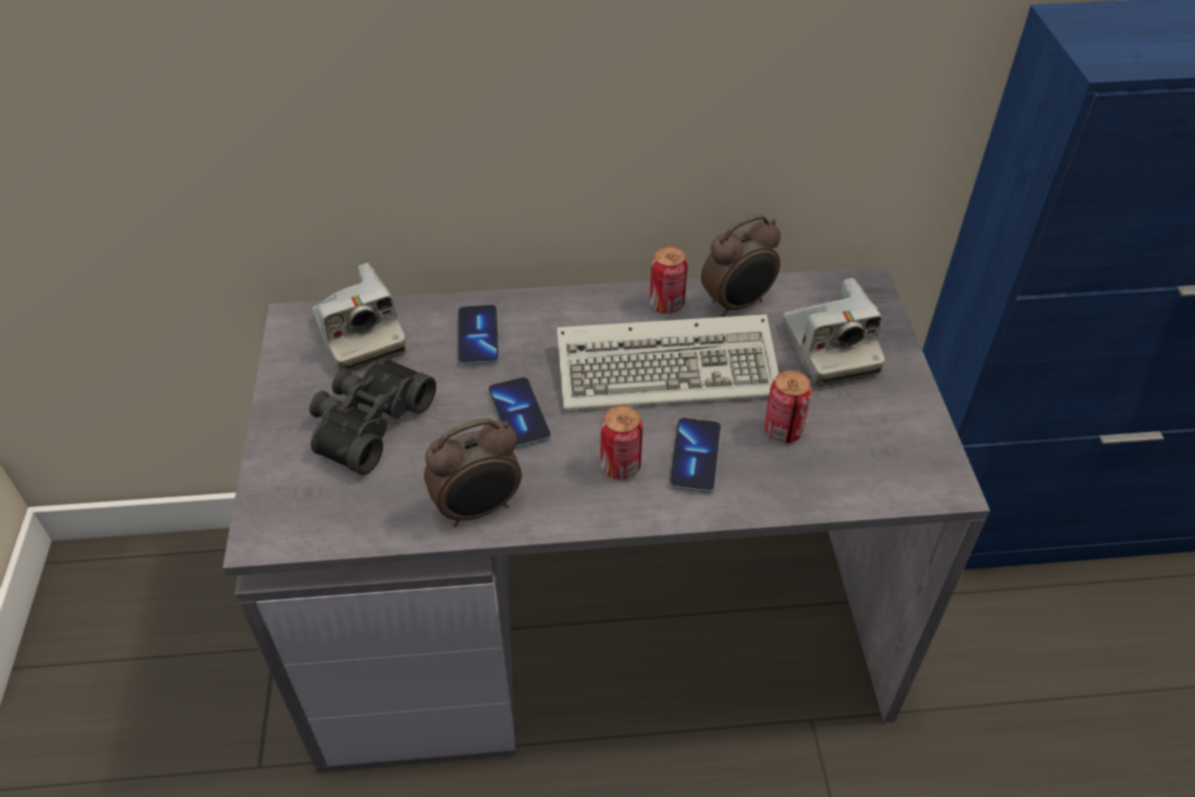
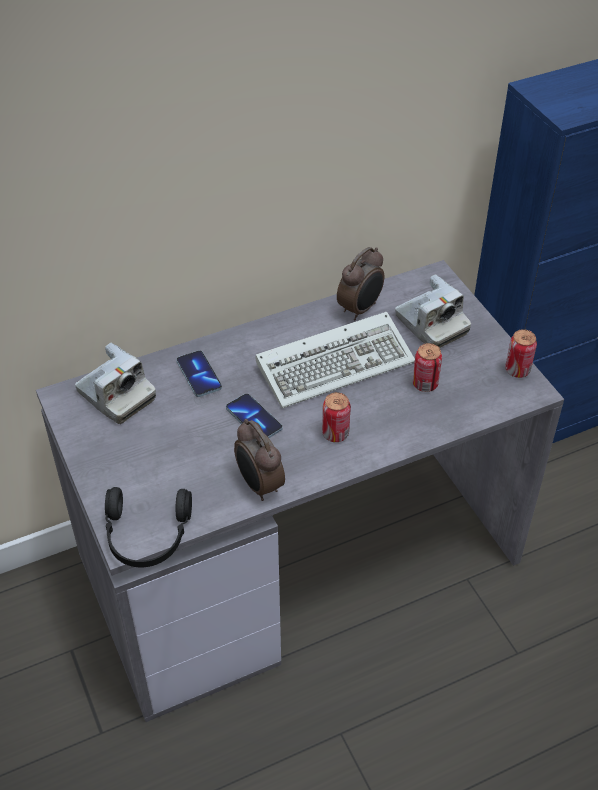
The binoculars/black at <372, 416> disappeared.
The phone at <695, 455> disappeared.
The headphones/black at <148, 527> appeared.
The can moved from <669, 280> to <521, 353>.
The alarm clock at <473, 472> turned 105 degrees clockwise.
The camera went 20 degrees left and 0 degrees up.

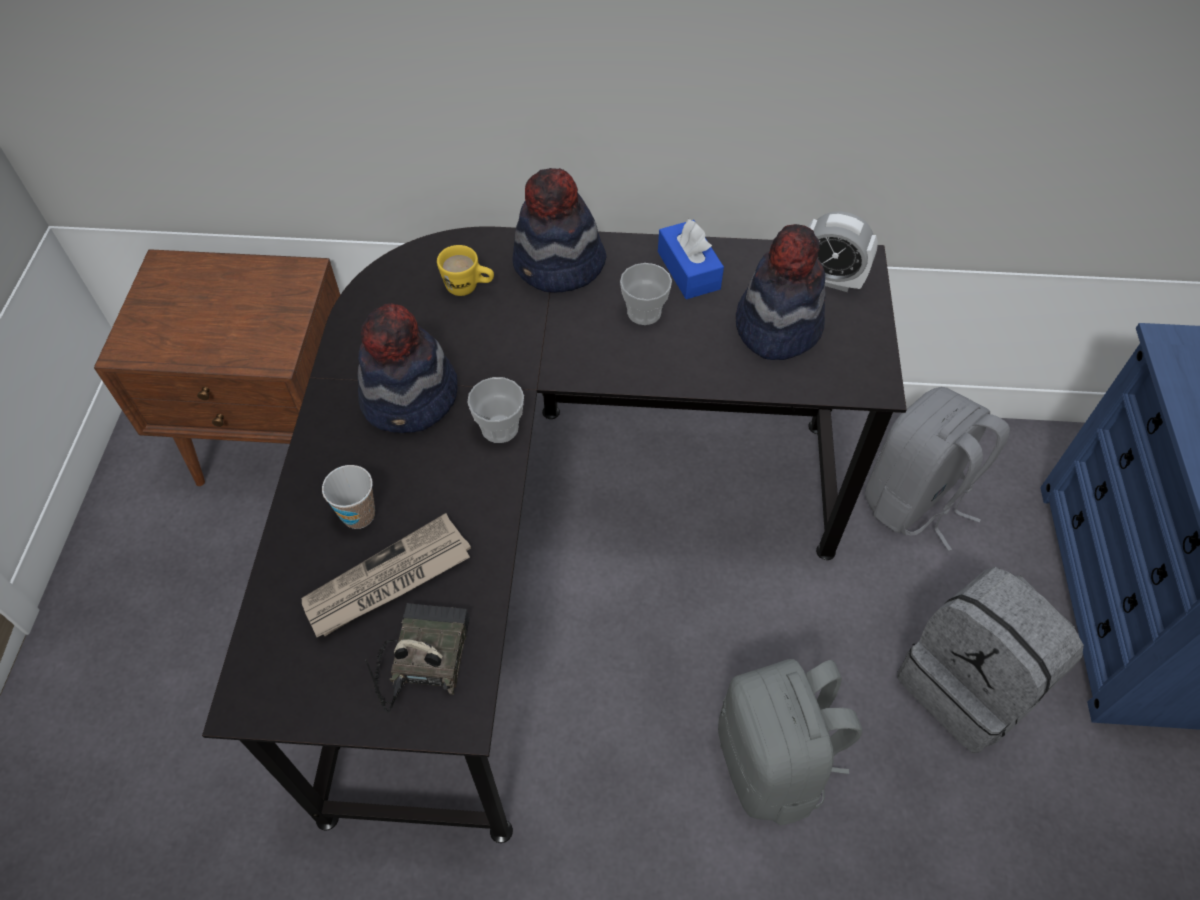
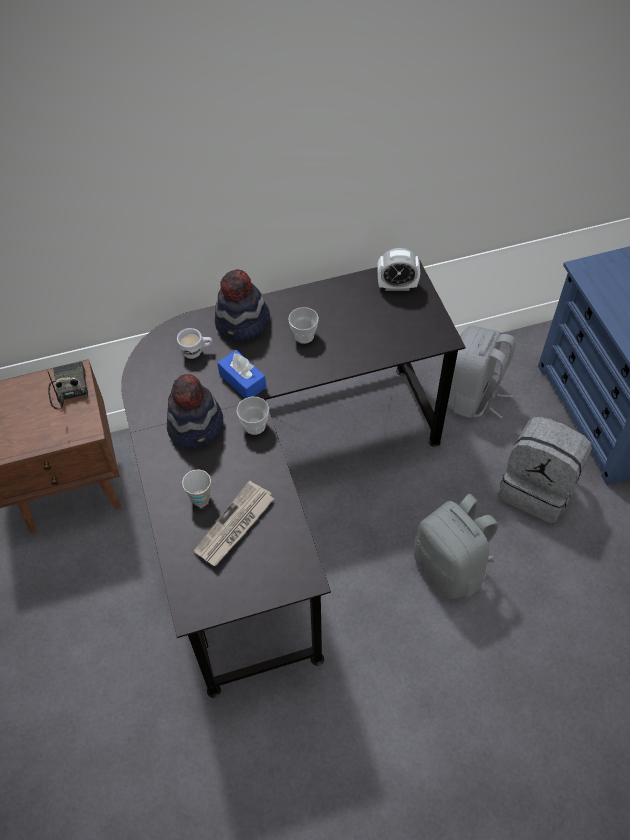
The hat at <781, 292> disappeared.
The radio moved from <417, 657> to <67, 385>.
The tissue box/blue moved from <691, 259> to <241, 374>.
The mug/yellow at <465, 270> became the mug/white at <194, 343>.
The camera went 20 degrees left and 0 degrees up.

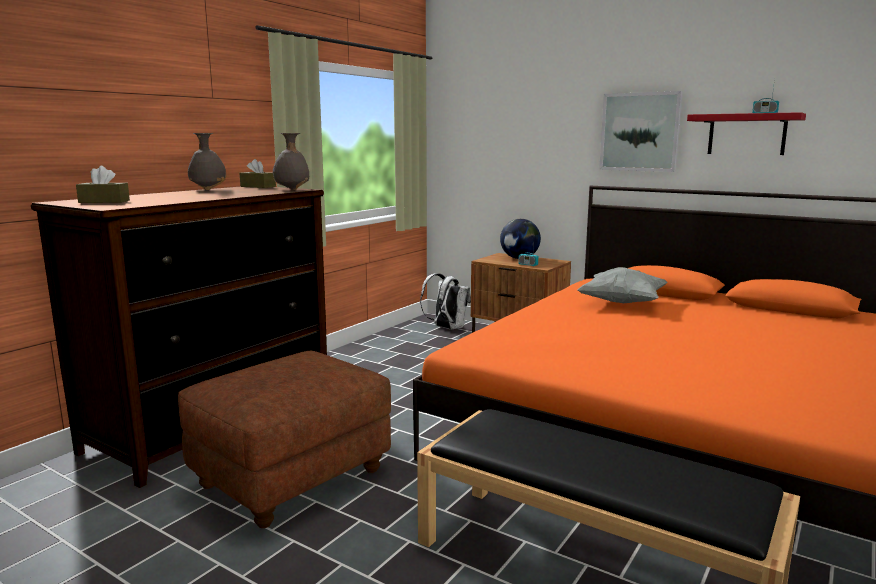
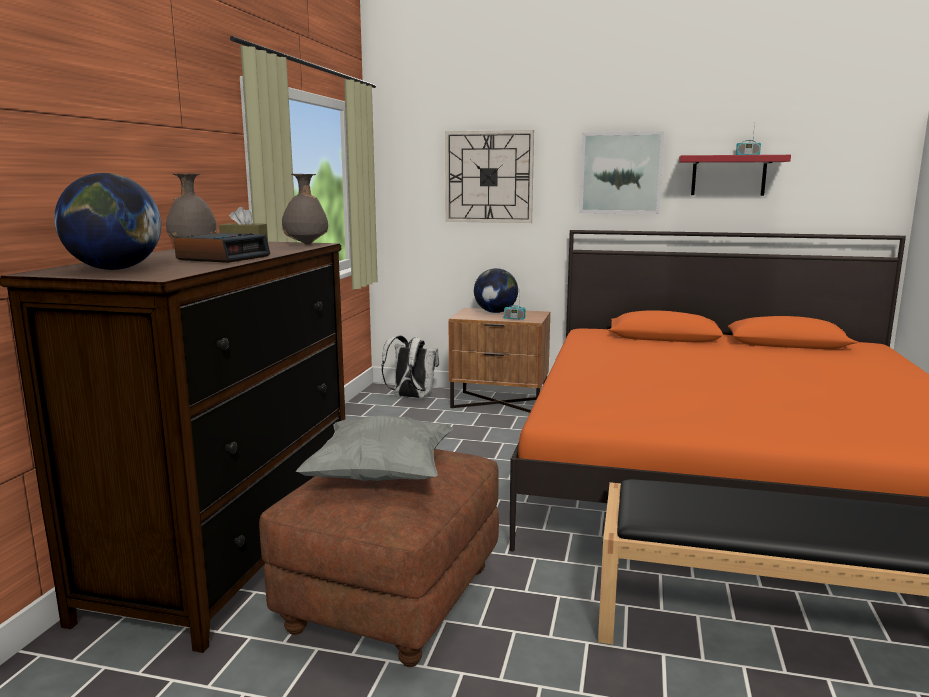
The alarm clock at <222, 248> appeared.
The wall clock at <489, 176> appeared.
The pillow/grey moved from <623, 285> to <374, 448>.
The tissue box/brown at <103, 184> was replaced by the globe at <107, 221>.
The camera went 20 degrees left and 0 degrees up.

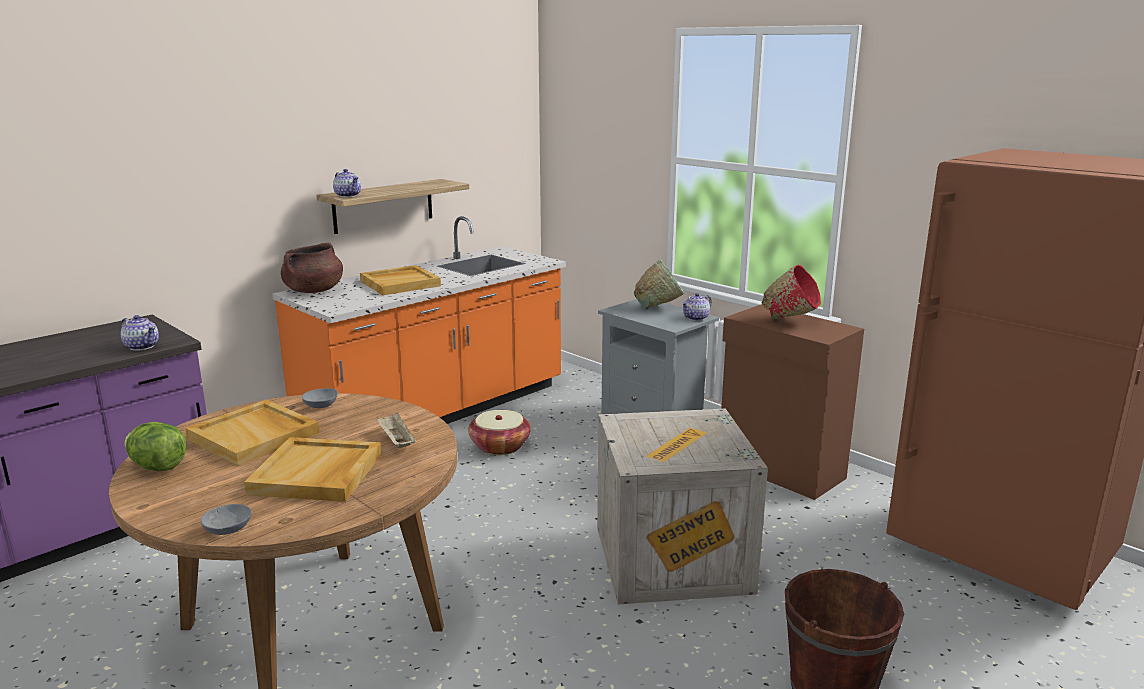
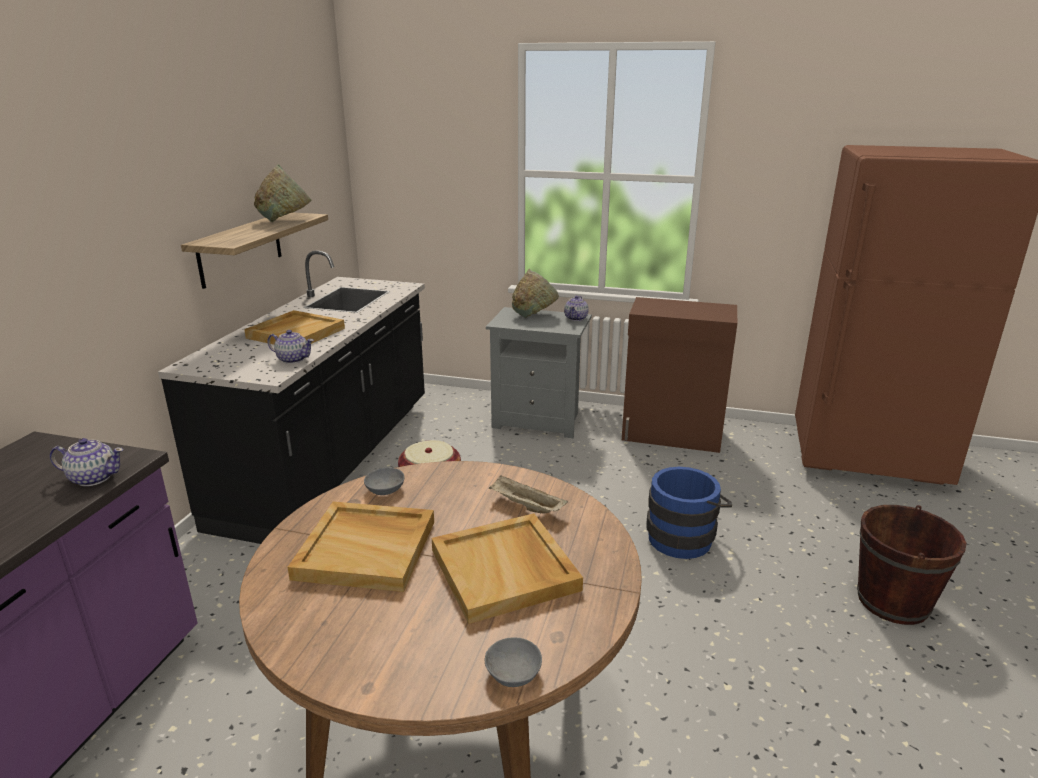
The lettuce at <155, 446> disappeared.
The cooking pot/brown at <312, 268> disappeared.
The bowl/red at <791, 292> disappeared.
The bowl/green at <283, 193> appeared.
The teapot moved from <347, 183> to <290, 347>.
The crate at <682, 506> was replaced by the bucket/blue at <689, 513>.
The counter/orange at <419, 320> became the counter/black at <291, 397>.
The camera went 30 degrees left and 5 degrees up.

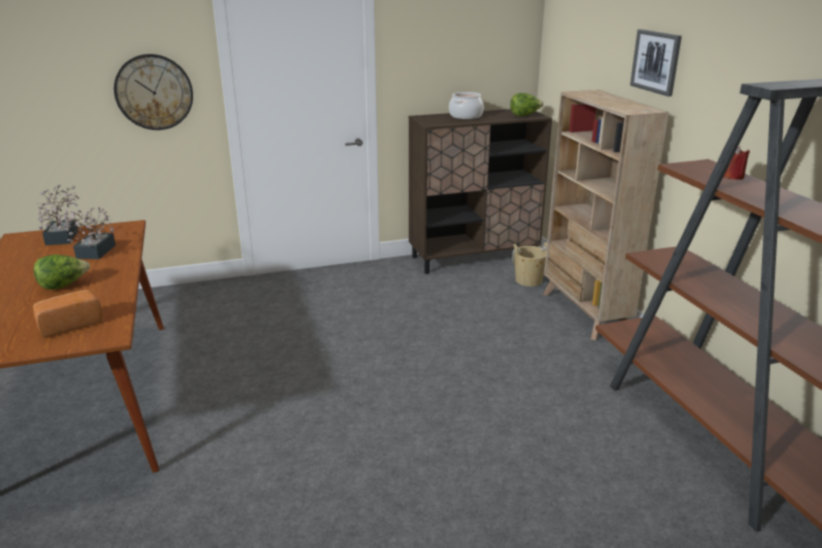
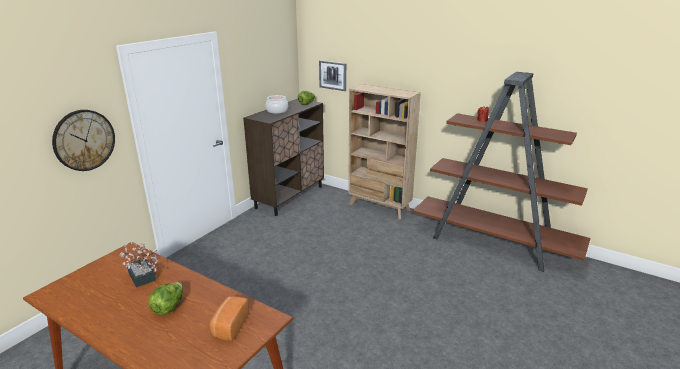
The potted plant at <58, 214> disappeared.
The bucket/beige at <529, 264> disappeared.
The picture moved from <656, 63> to <332, 75>.
The camera went 40 degrees left and 0 degrees up.

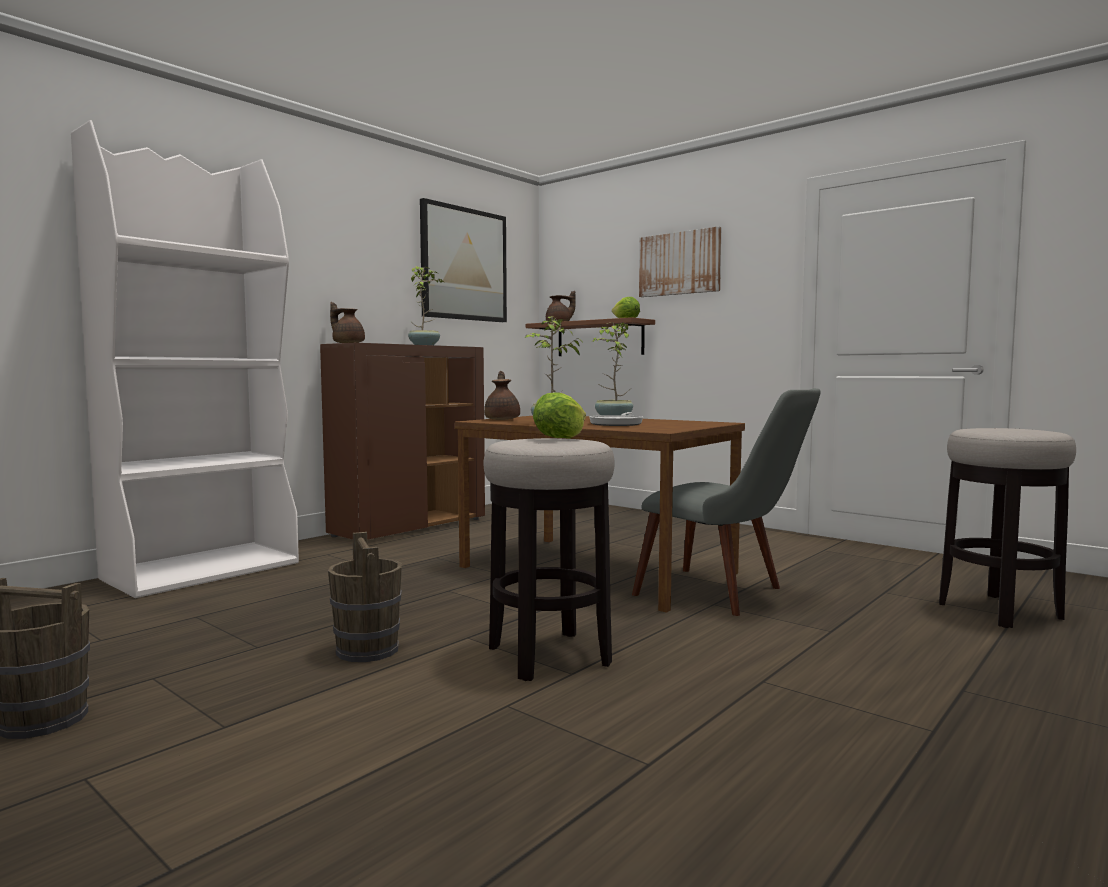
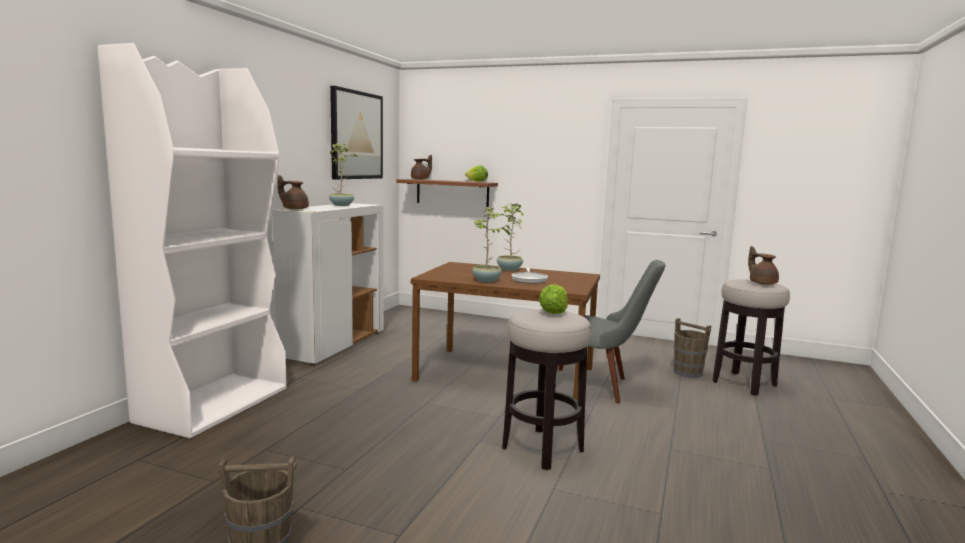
The picture at <680, 261> disappeared.
The bucket/brown moved from <365, 597> to <692, 348>.
The teapot/brown moved from <502, 395> to <763, 265>.
The cabinet/brown at <402, 441> became the cabinet/white at <328, 284>.
The camera went 20 degrees left and 5 degrees up.

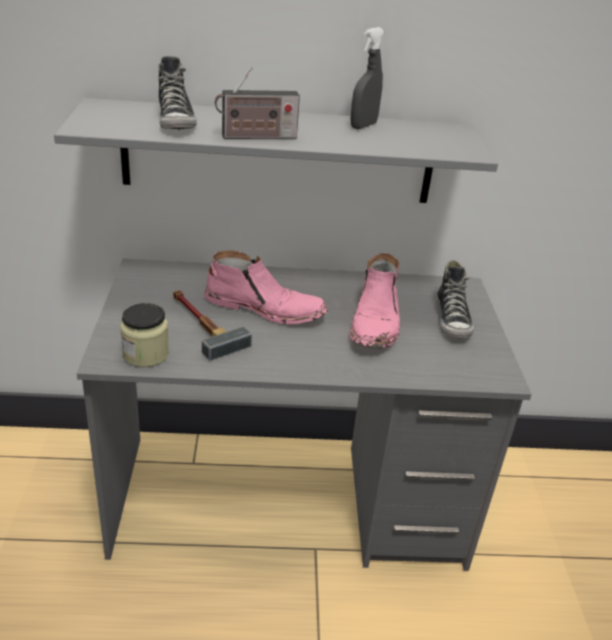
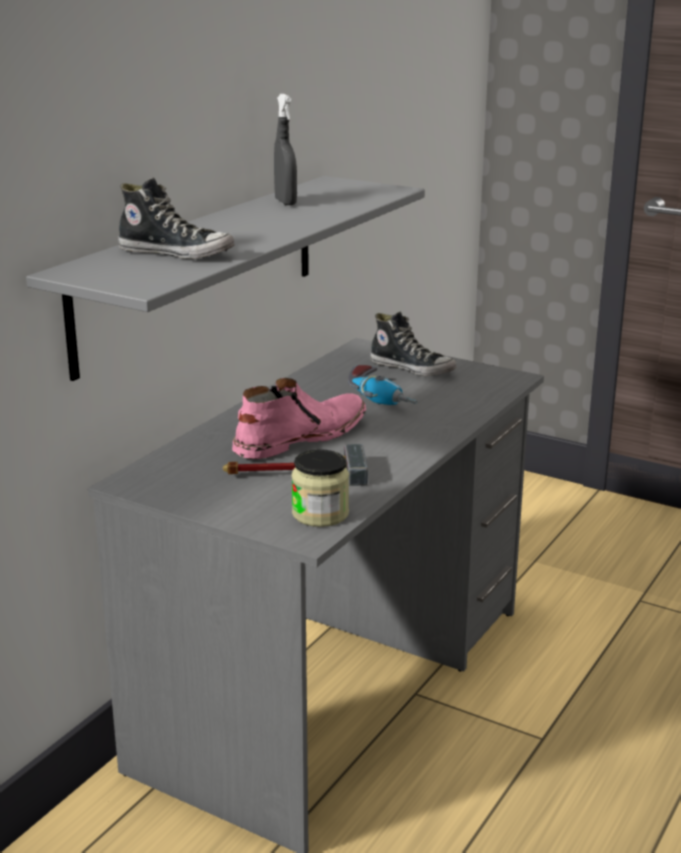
The radio at <257, 103> disappeared.
The boot/pink at <375, 301> was replaced by the power drill at <383, 385>.
The camera went 55 degrees left and 10 degrees down.

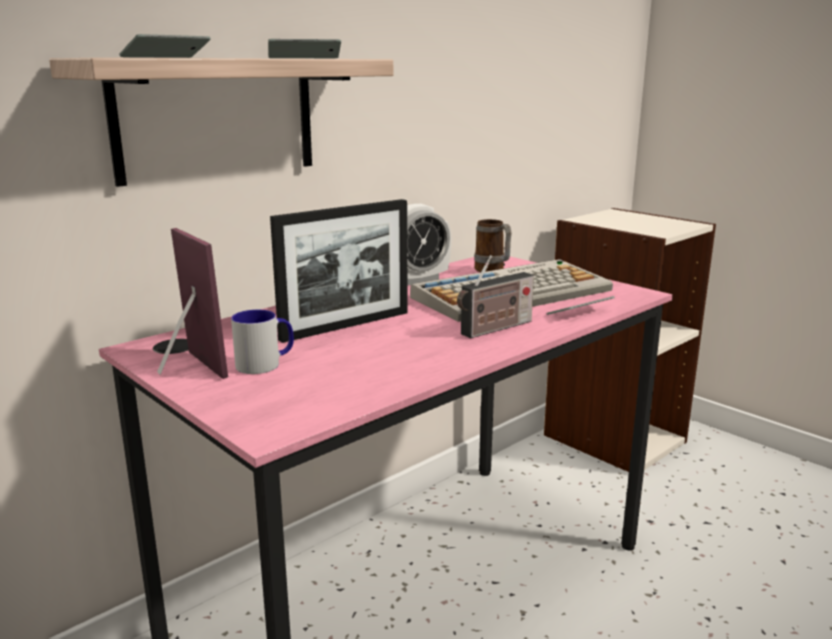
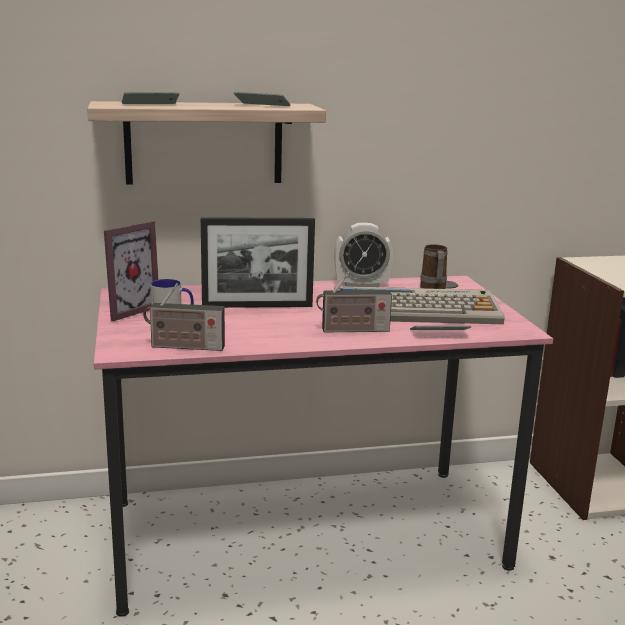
The radio at <184, 317> appeared.
The picture frame at <192, 303> turned 45 degrees clockwise.
The camera went 30 degrees right and 0 degrees up.

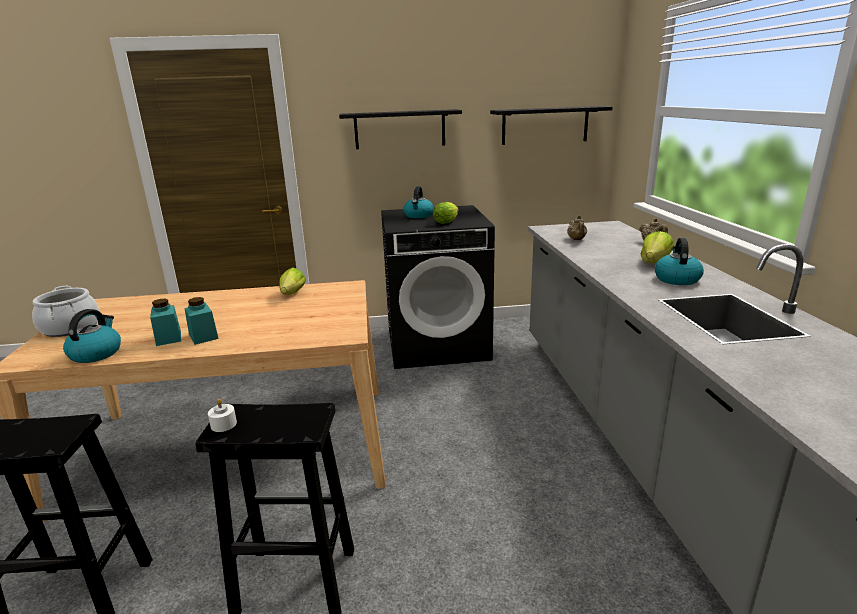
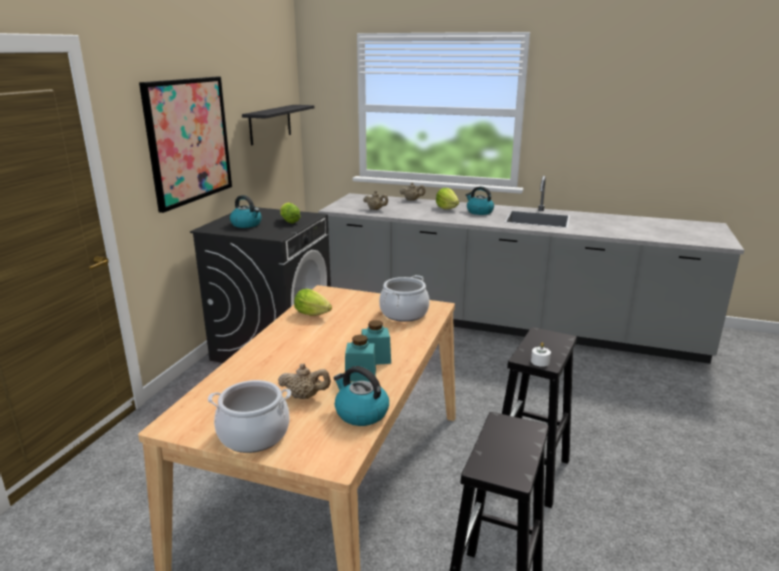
The teapot/beige at <304, 381> appeared.
The cooking pot at <404, 298> appeared.
The shelf/black at <400, 129> was replaced by the picture at <185, 145>.
The camera went 65 degrees left and 0 degrees up.

